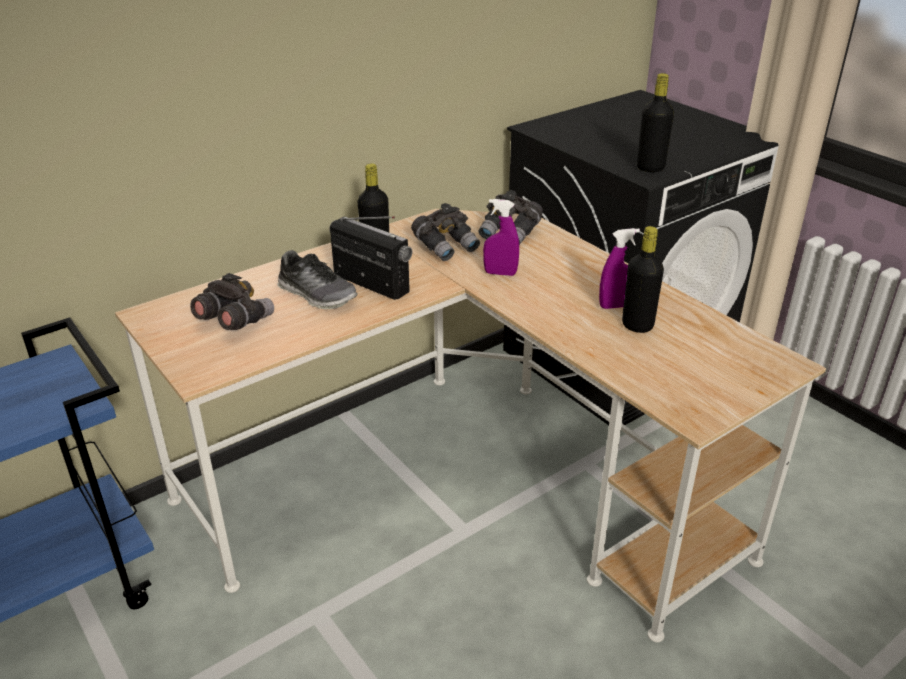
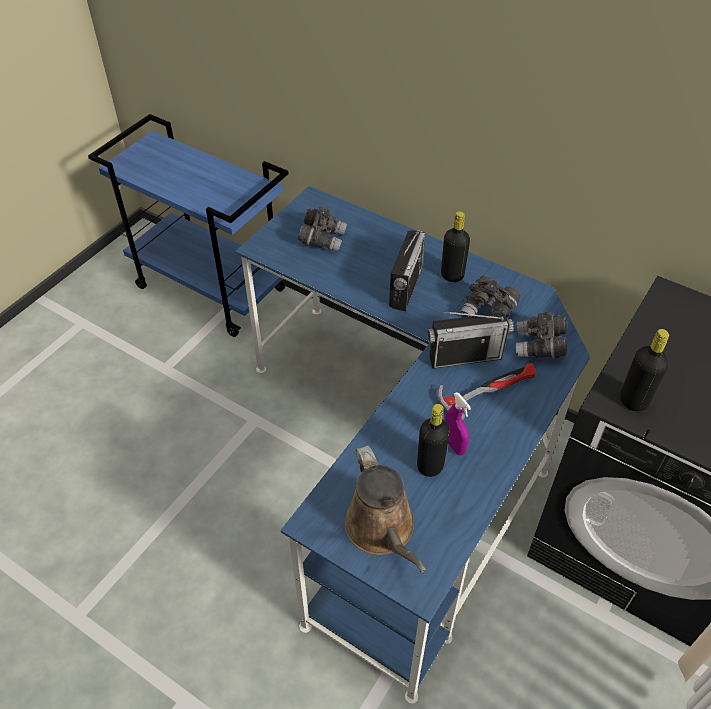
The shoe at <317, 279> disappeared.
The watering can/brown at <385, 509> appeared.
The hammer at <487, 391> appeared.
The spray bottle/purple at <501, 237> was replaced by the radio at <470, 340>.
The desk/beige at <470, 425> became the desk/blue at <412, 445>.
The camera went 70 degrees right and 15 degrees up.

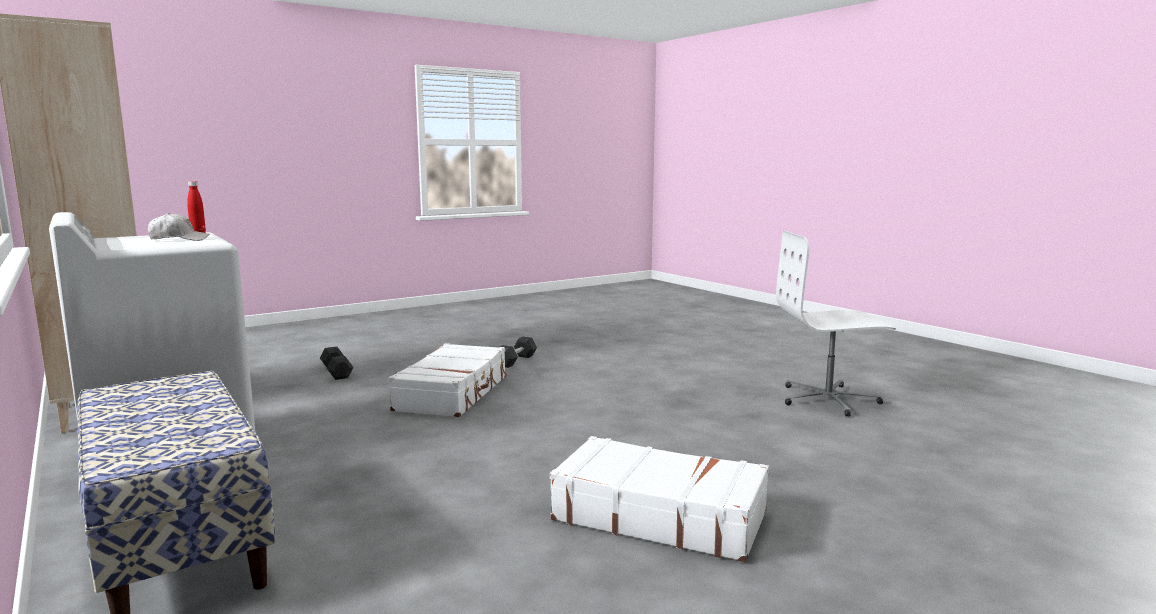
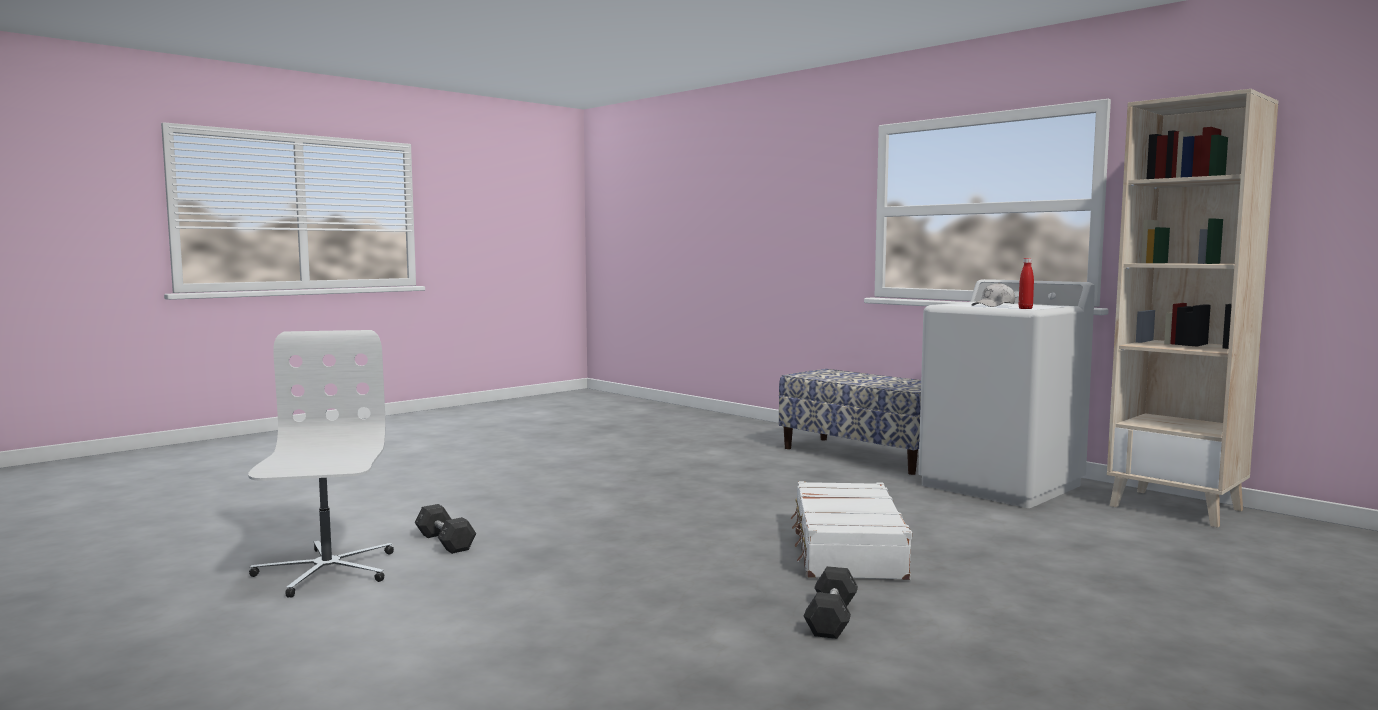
The suitcase/white at <659, 499> disappeared.
The dumbbell/grey moved from <336, 363> to <445, 529>.
The office chair/white at <836, 323> turned 90 degrees counterclockwise.
The camera went 170 degrees right and 5 degrees down.

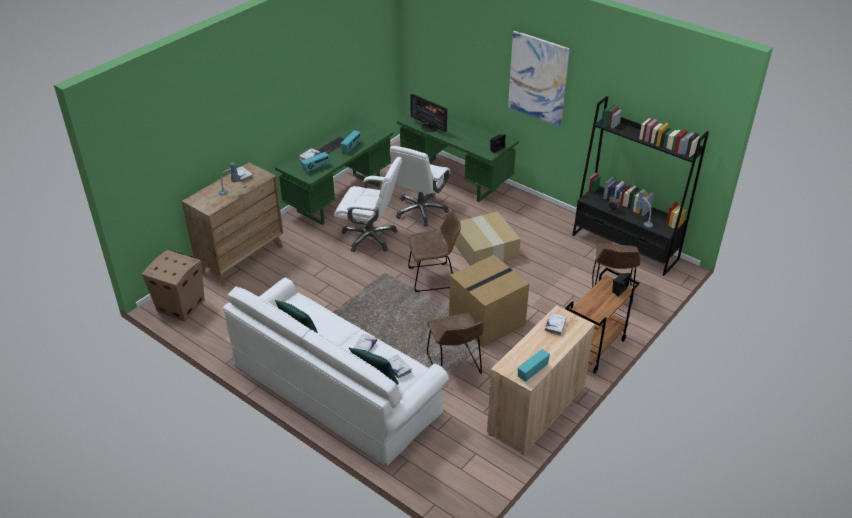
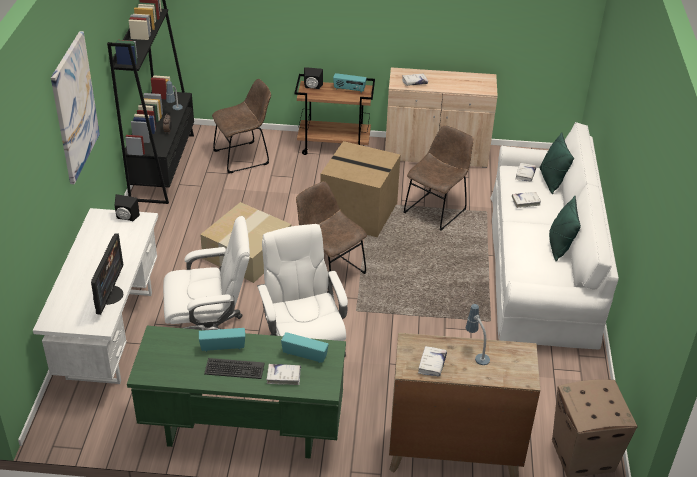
The radio moved from <534, 365> to <350, 83>.
The desk/green at <458, 157> became the desk/white at <95, 296>.
The camera went 125 degrees left and 0 degrees up.

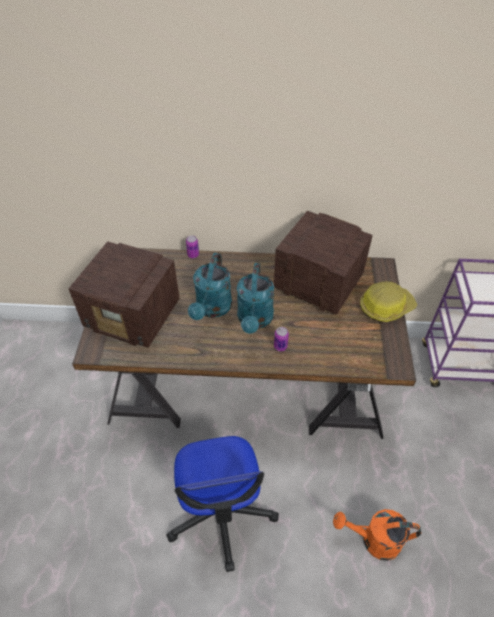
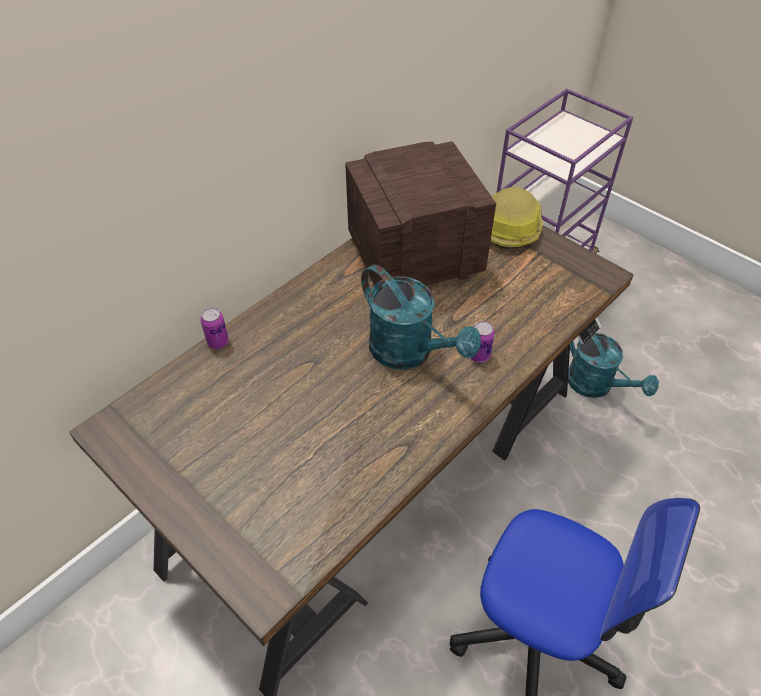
The radio at <124, 294> disappeared.
The watering can/orange at <377, 535> disappeared.
The watering can/turquoise moved from <210, 286> to <613, 365>.
The camera went 50 degrees left and 0 degrees up.

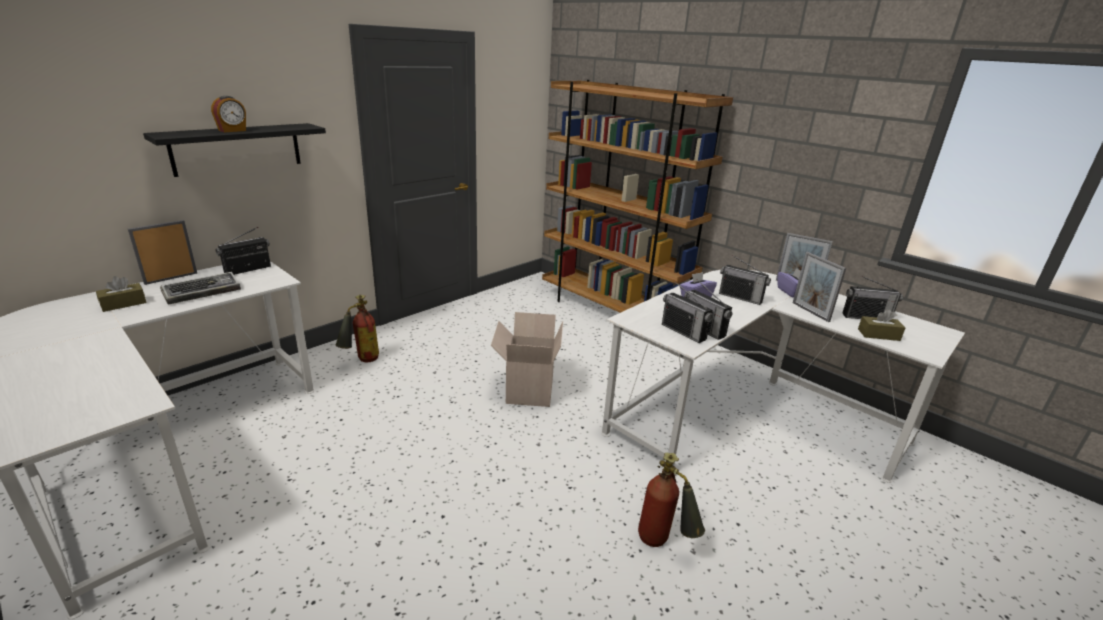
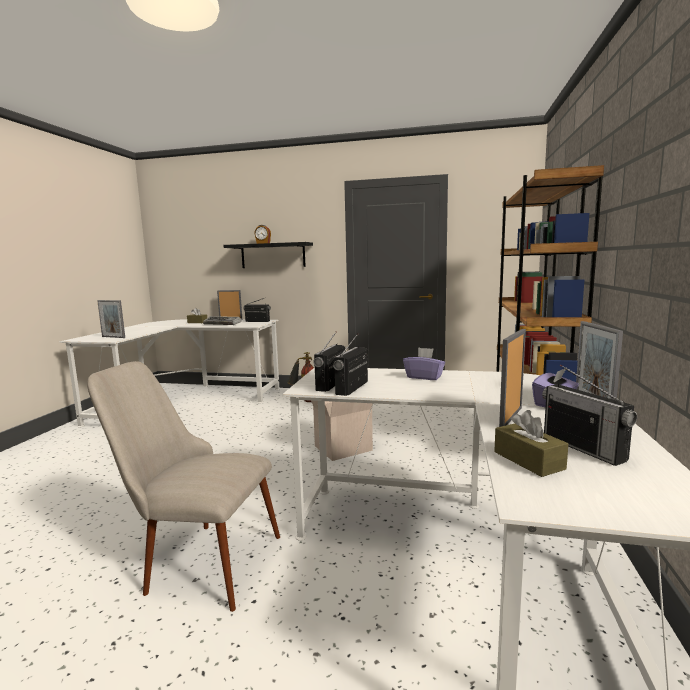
The radio at <745, 280> disappeared.
The picture frame at <111, 319> appeared.
The fire extinguisher at <671, 500> was replaced by the chair/beige at <183, 486>.
The camera went 60 degrees right and 15 degrees down.

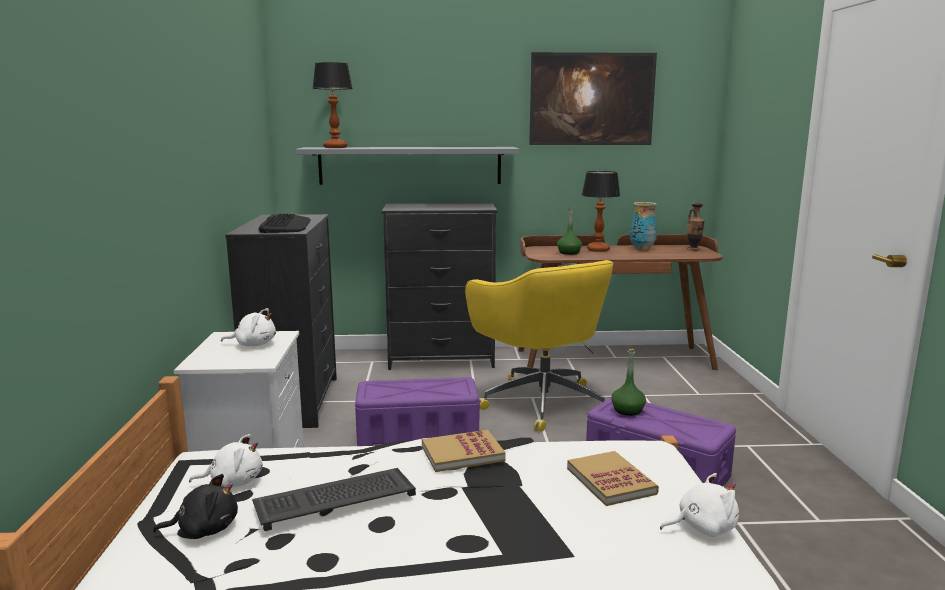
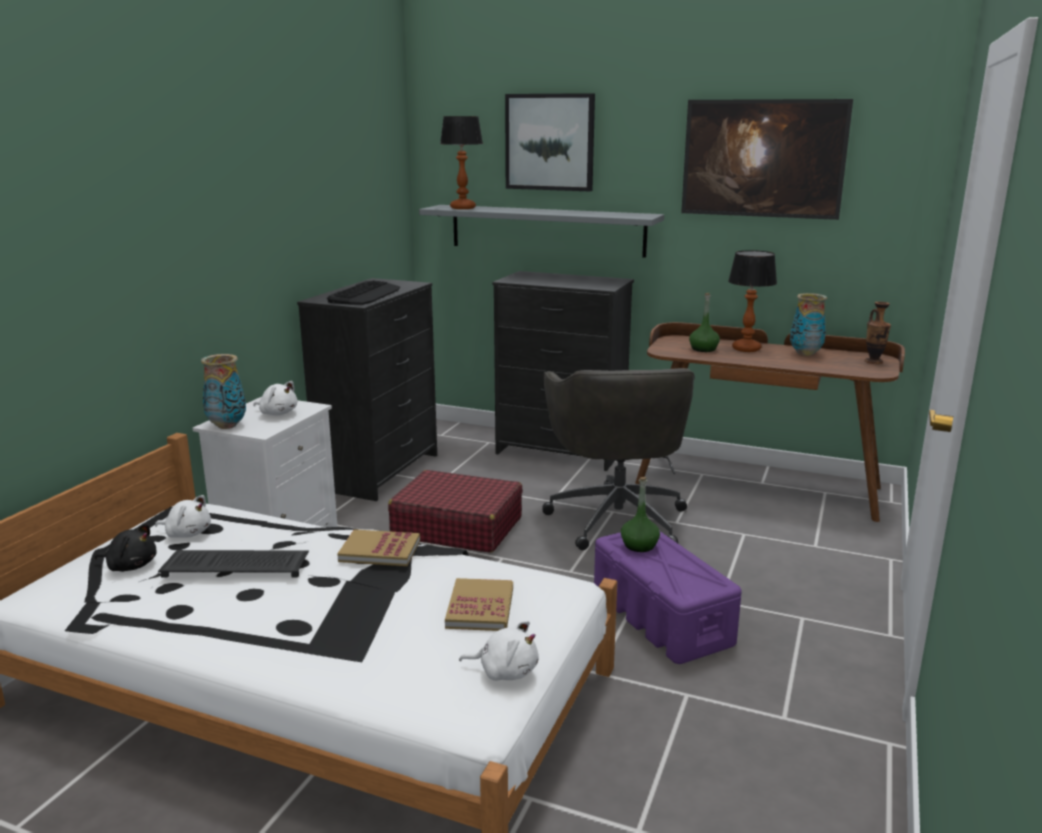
The vase at <223, 391> appeared.
The picture at <550, 142> appeared.
The storage box/purple at <417, 411> was replaced by the suitcase/red at <455, 511>.
The office chair/yellow at <539, 346> became the office chair/grey at <618, 459>.
The camera went 25 degrees right and 5 degrees up.

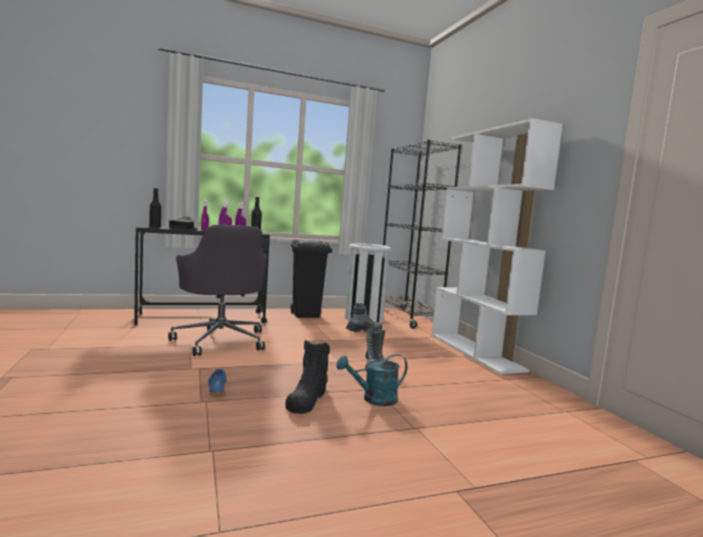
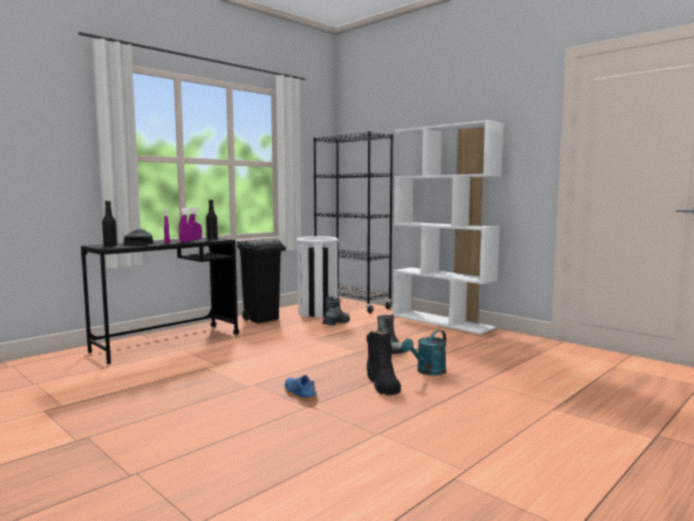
The office chair/grey at <217, 290> disappeared.
The camera went 25 degrees left and 0 degrees up.

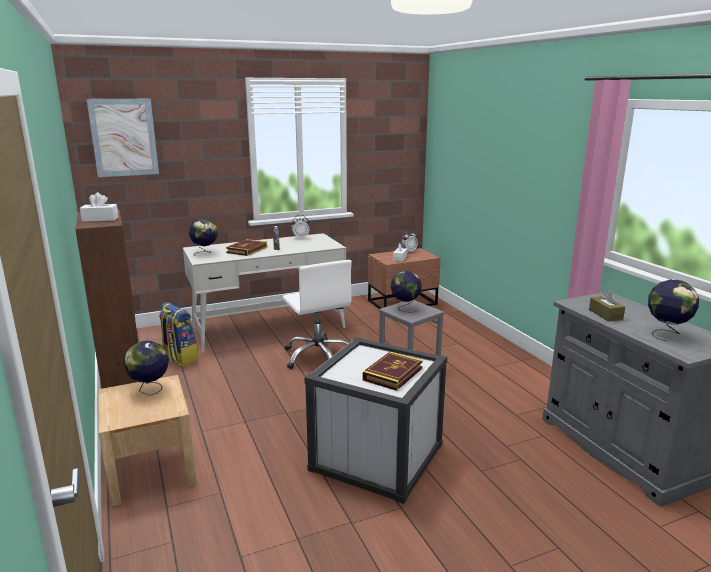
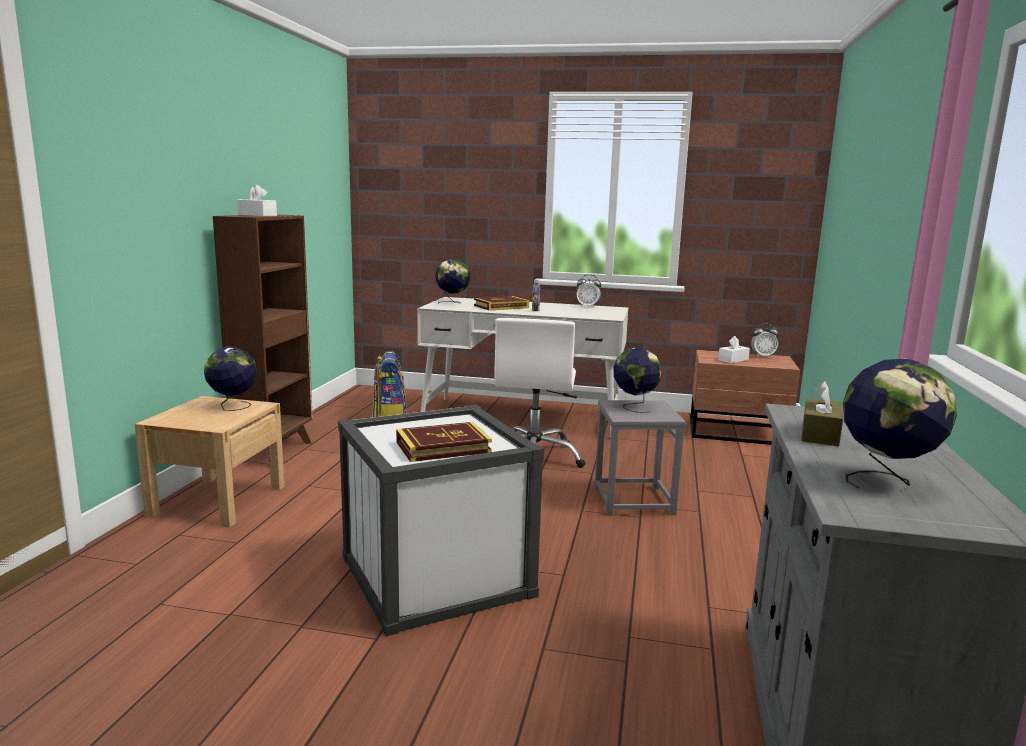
The picture at <123, 138> disappeared.
The camera went 35 degrees right and 5 degrees down.

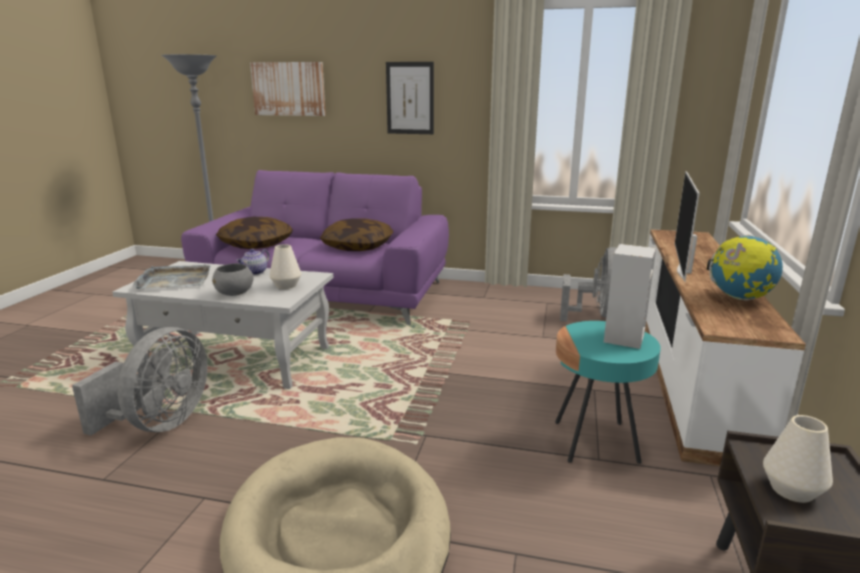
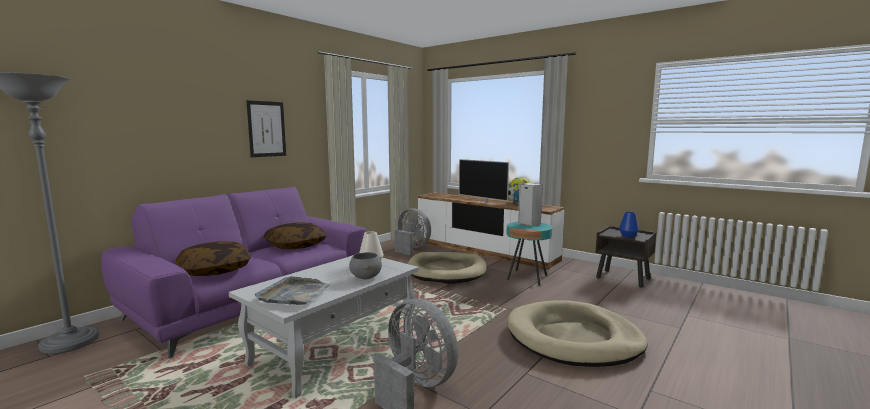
The teapot at <253, 262> disappeared.
The picture at <288, 89> disappeared.
The dog bed/beige at <447, 268> appeared.
The vase/white at <798, 459> became the vase/blue at <629, 225>.
The camera went 65 degrees left and 10 degrees down.

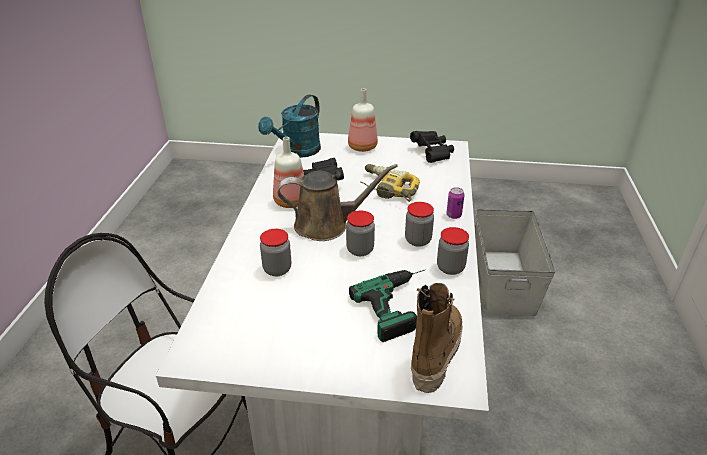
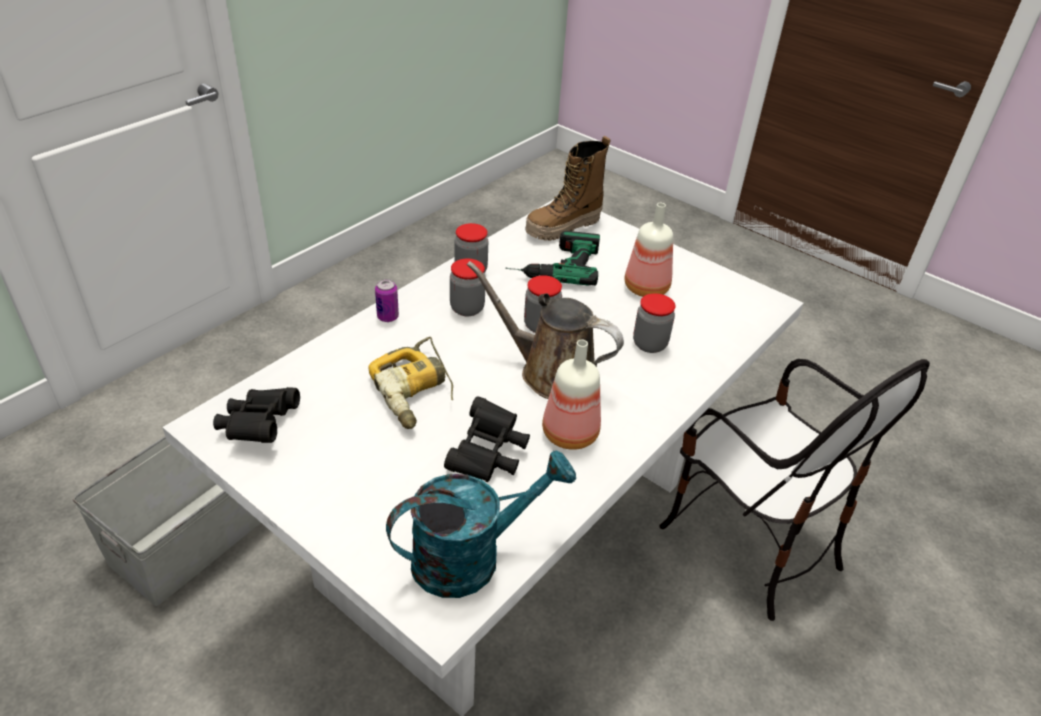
The bottle moved from <363, 120> to <648, 250>.
The camera went 150 degrees left and 5 degrees up.

